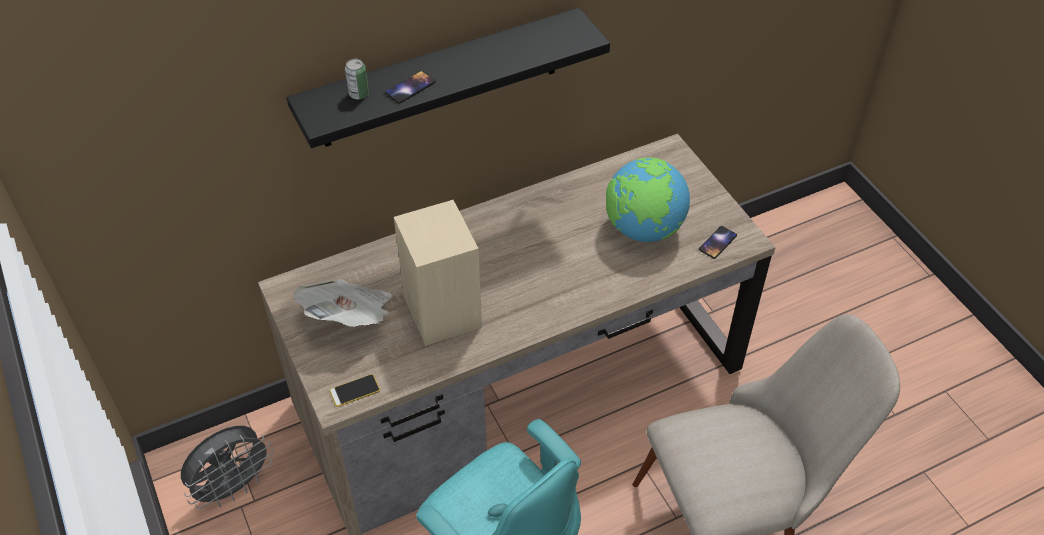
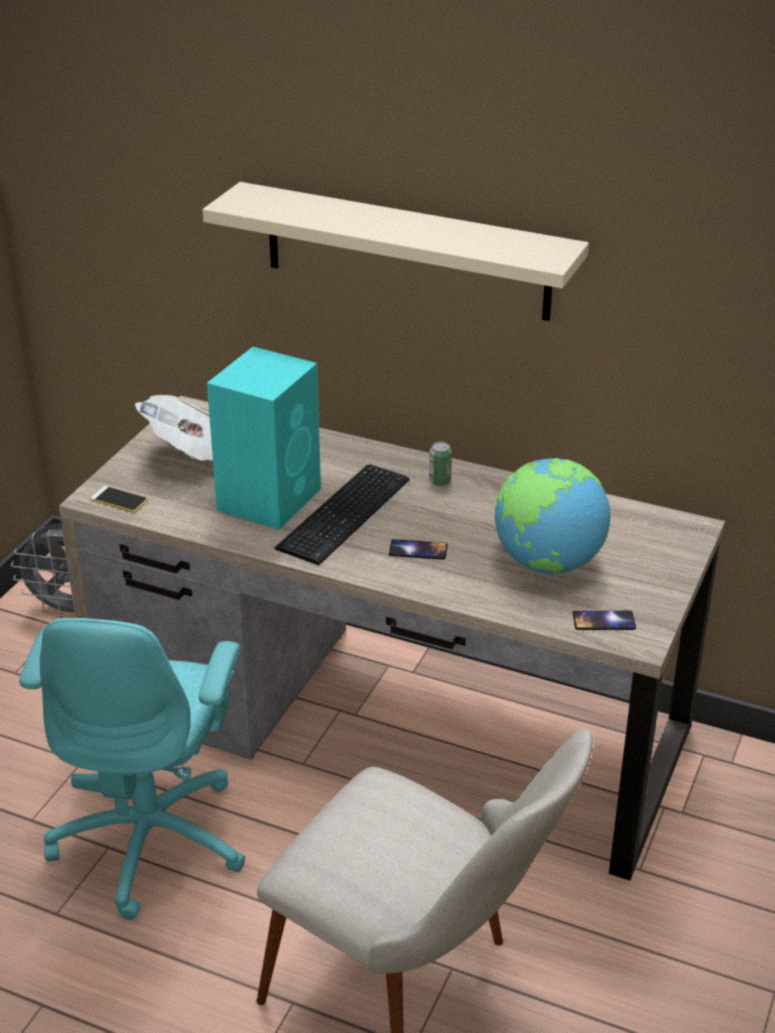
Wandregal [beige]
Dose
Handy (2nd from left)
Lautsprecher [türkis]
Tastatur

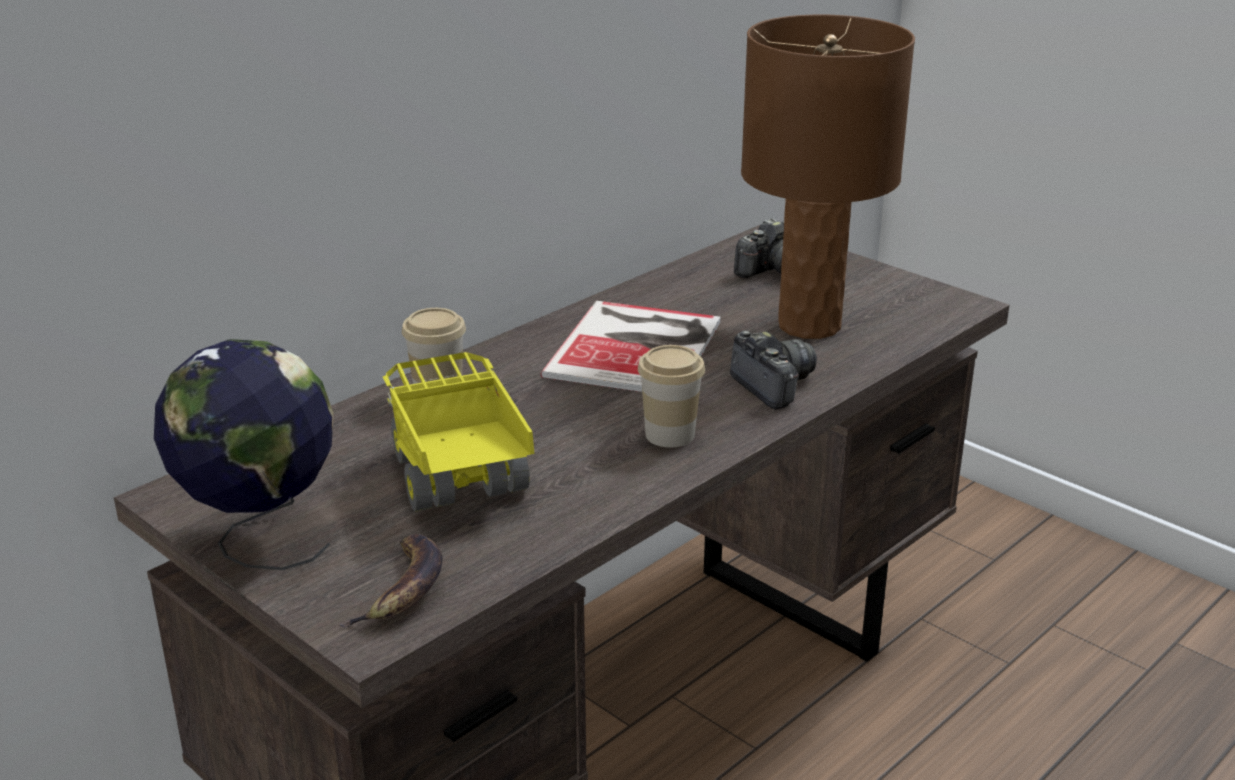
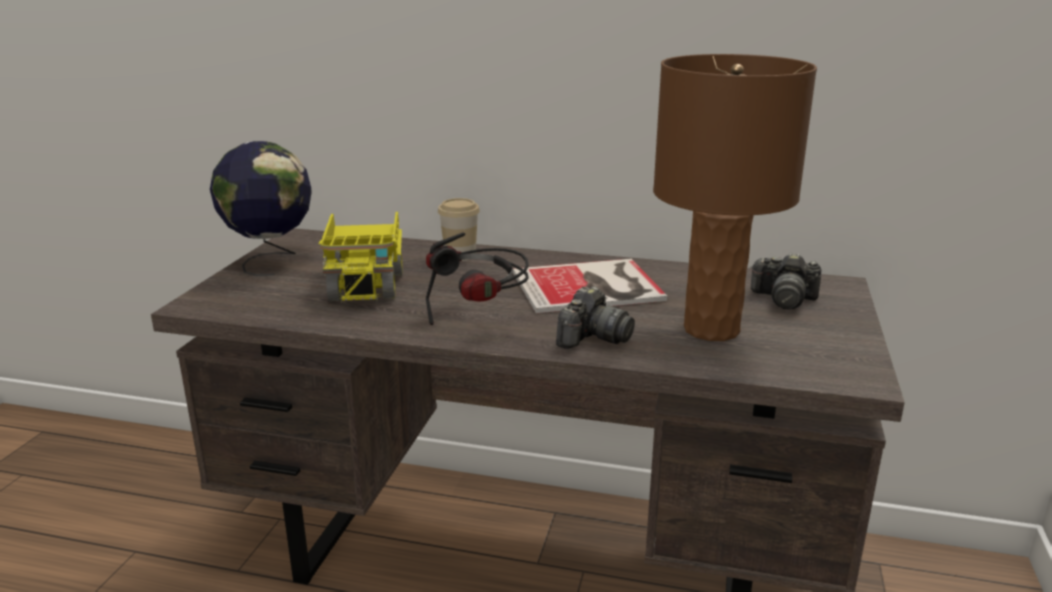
Kopfhörer
Spielzeuglaster
Banane

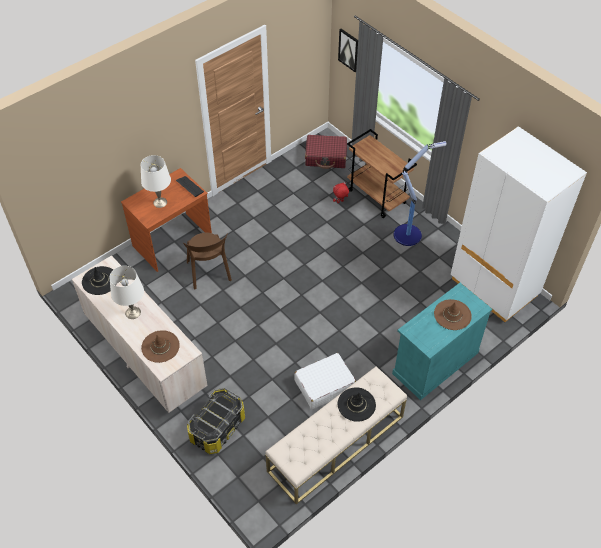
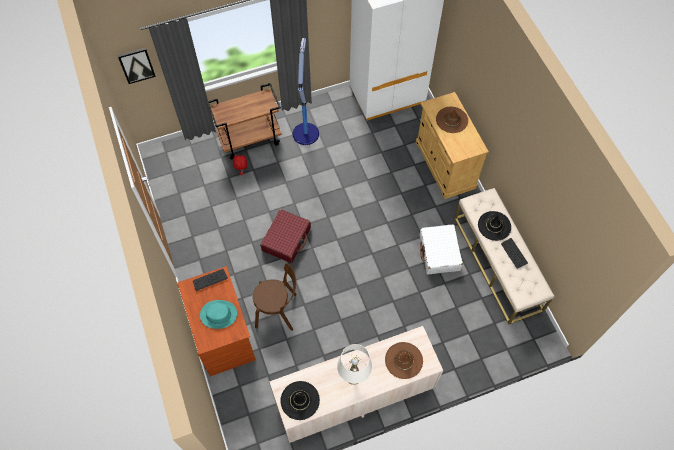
Koffer [rot]
Hut [türkis]
Schrank [beige]
Aufbewahrungsbox
Tastatur (2nd from left)

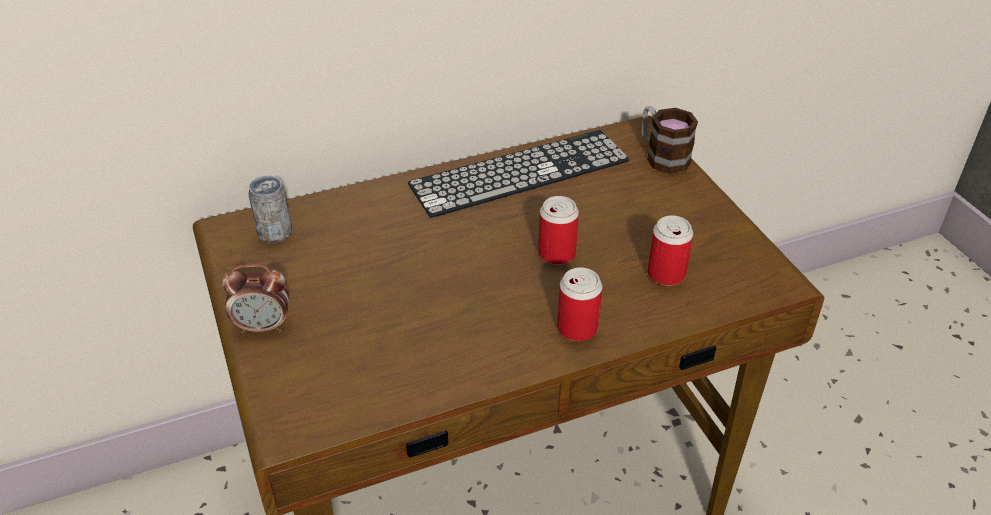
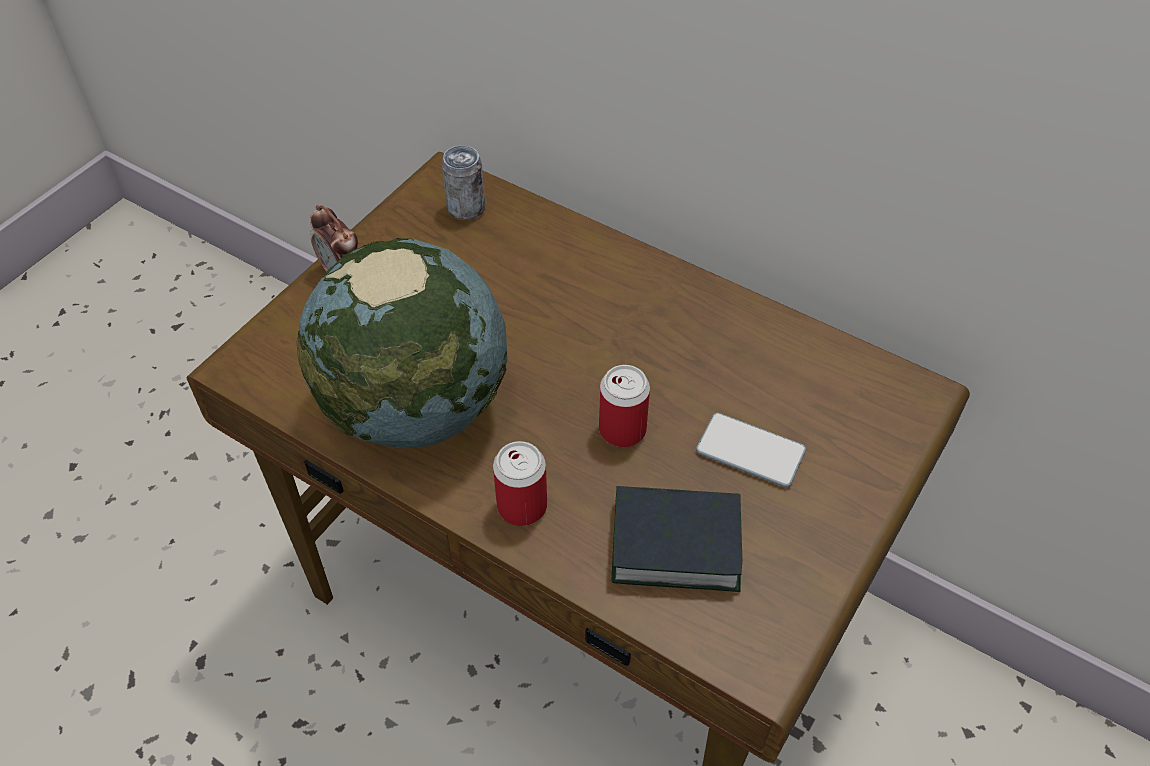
Henkelbecher
Tastatur
Buch
Globus
Handy

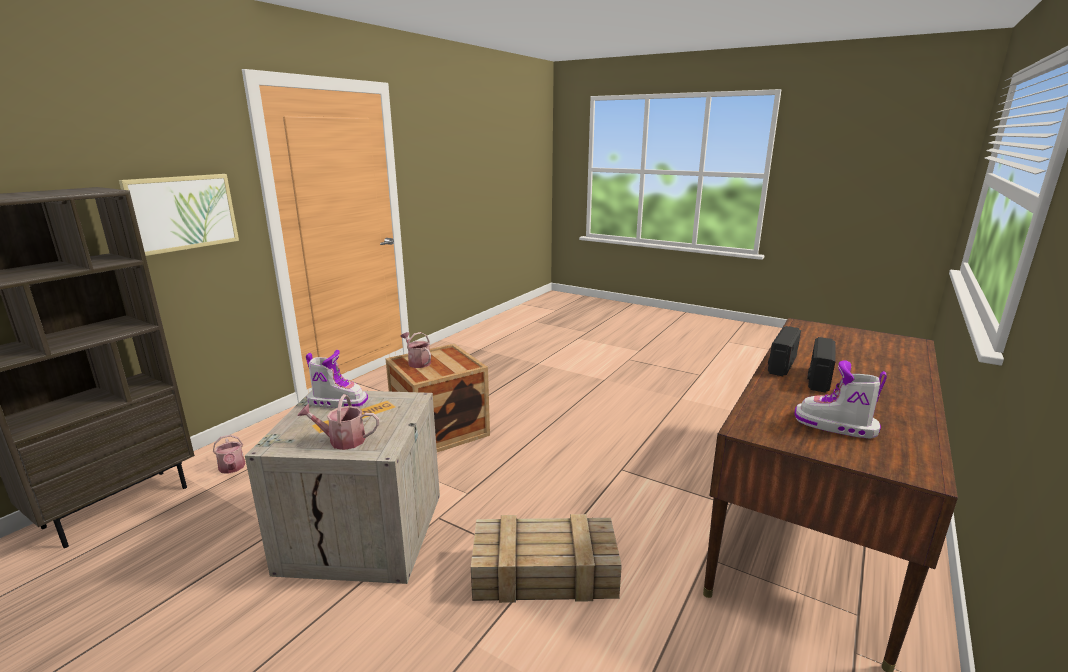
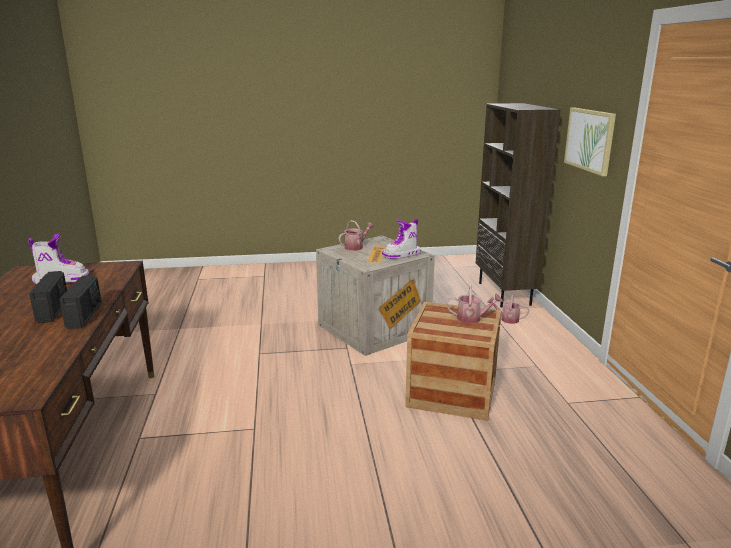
Kiste (3rd from left in the first image)

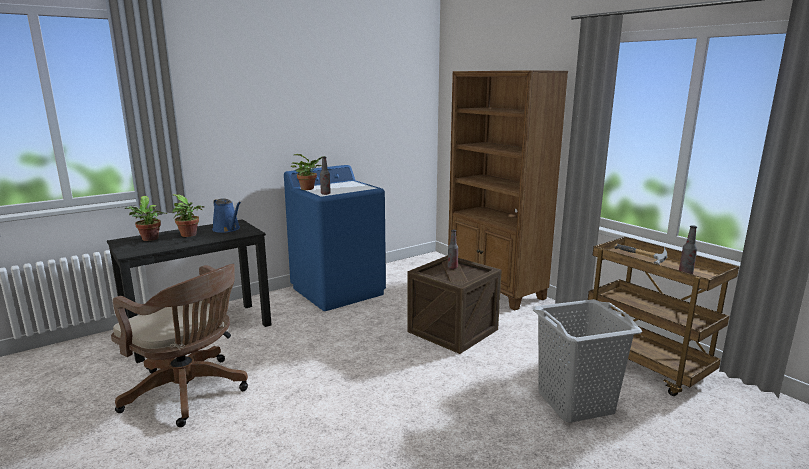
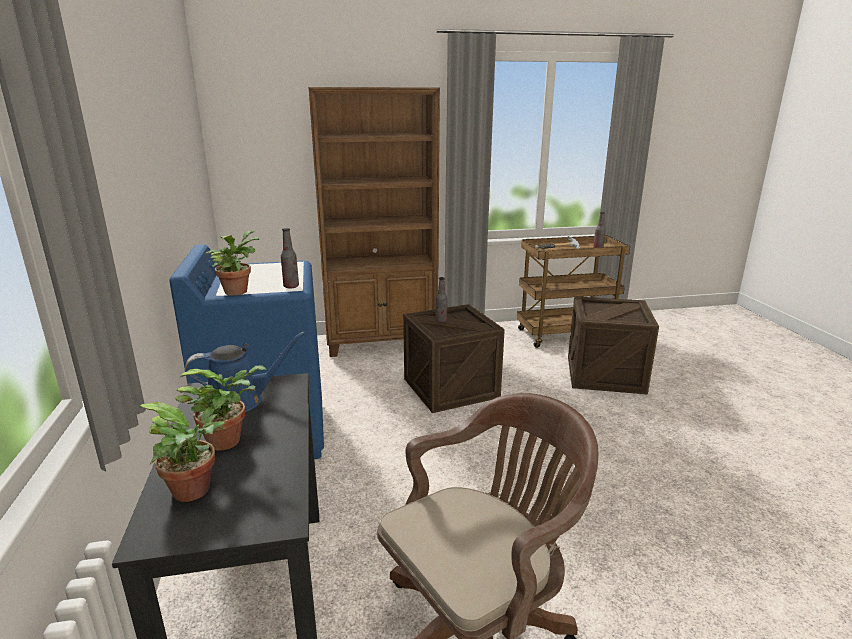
Kiste (2nd from left)

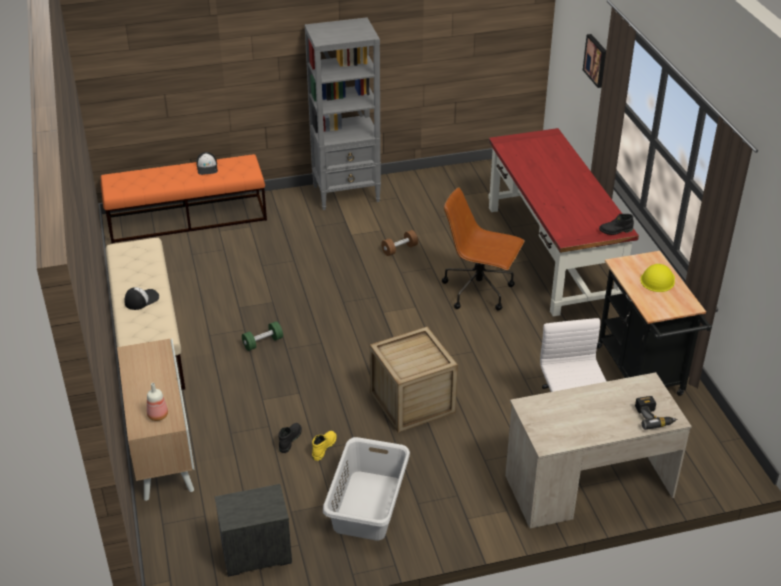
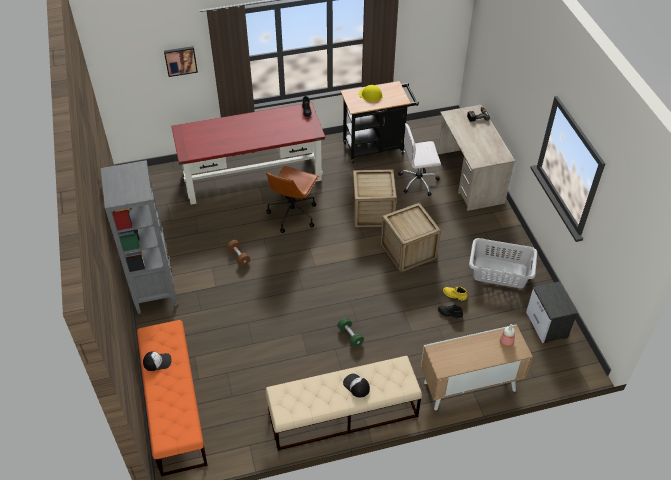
Kiste (1st from left)

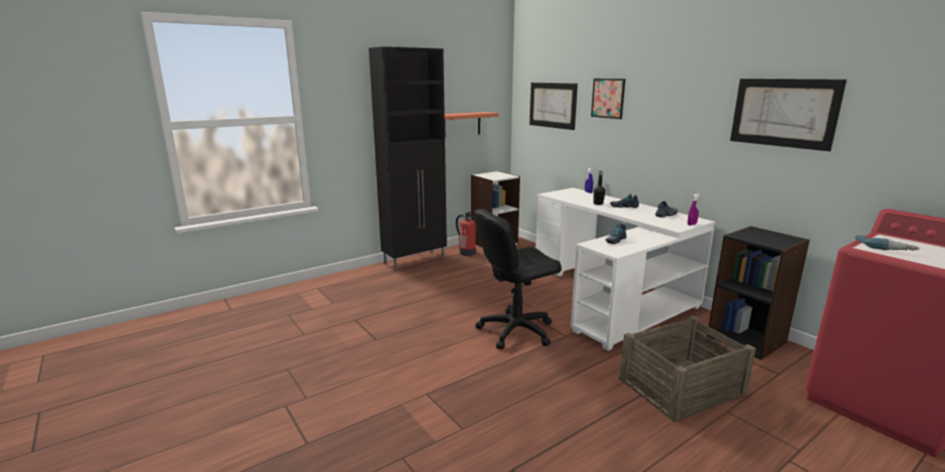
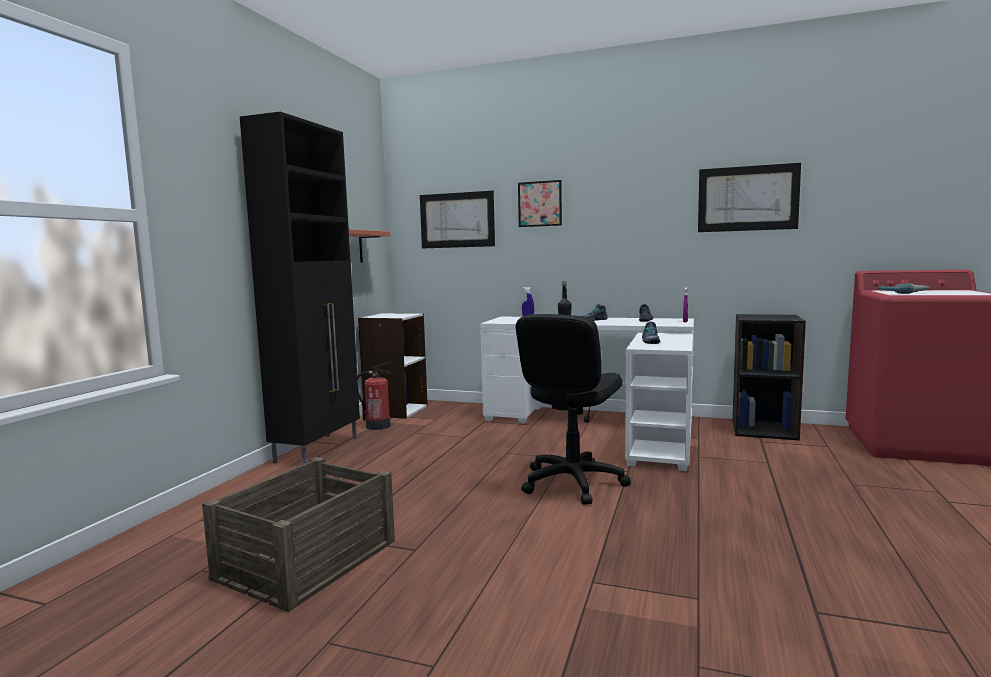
Kiste

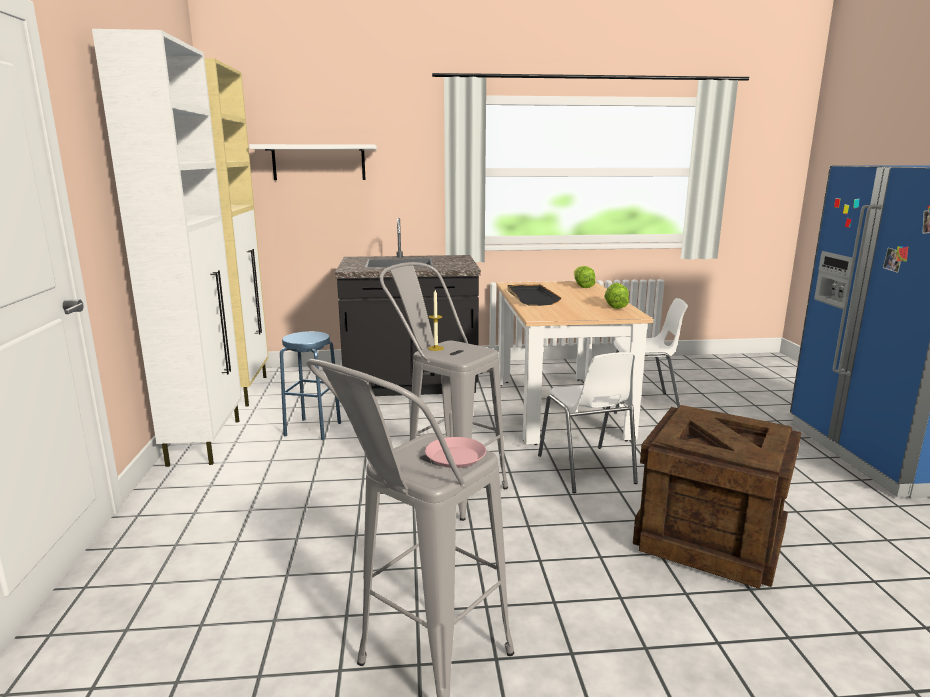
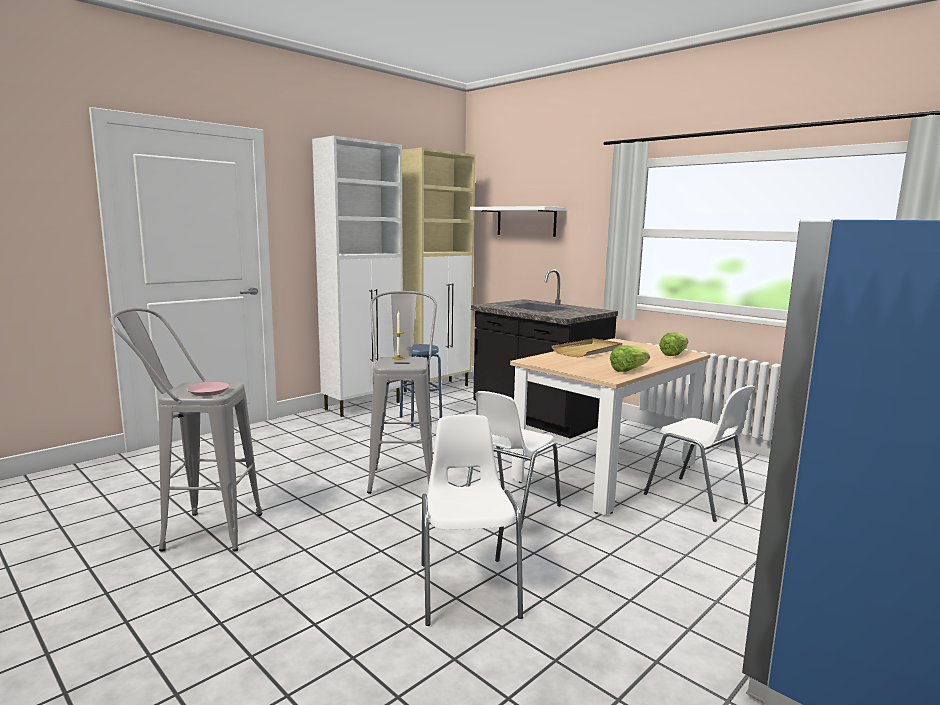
Tablett [beige]
Stuhl [weiß] (1st from left)

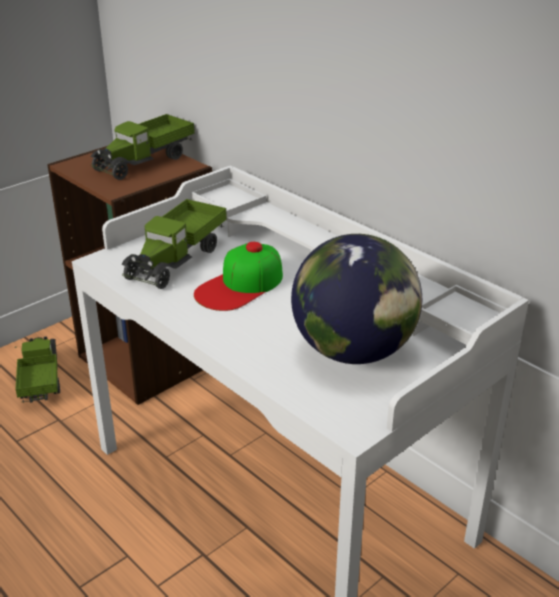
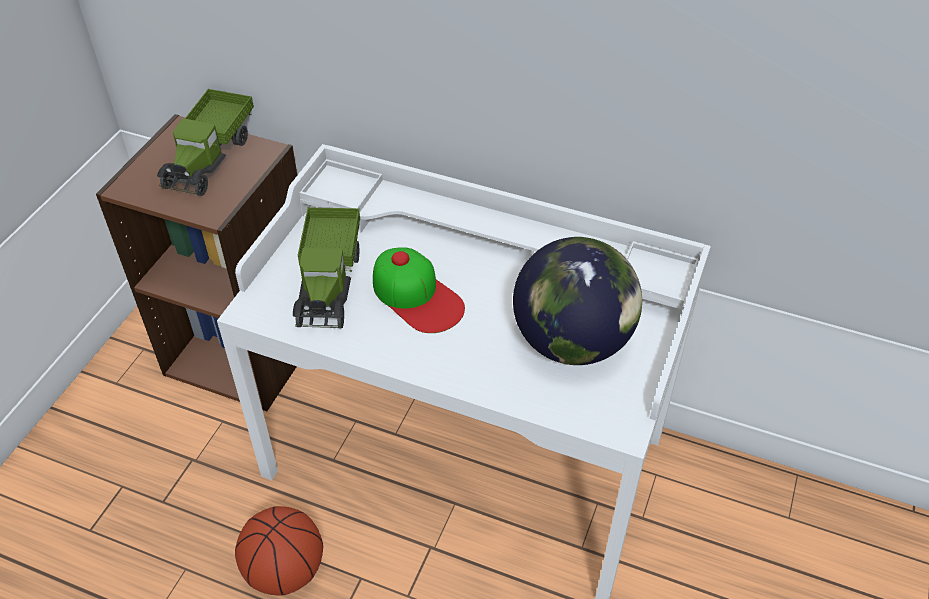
Kappe
Spielzeuglaster (1st from left in the first image)
Basketball

